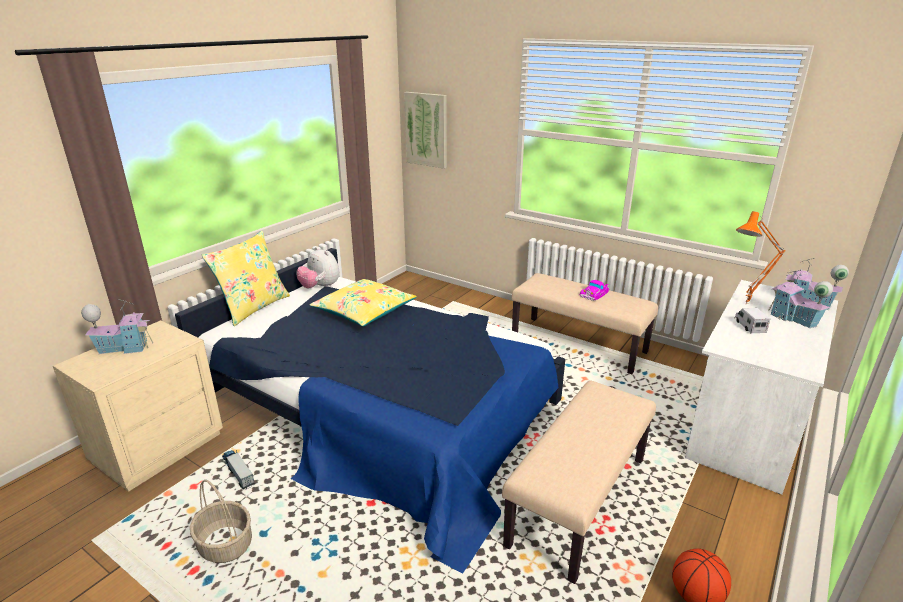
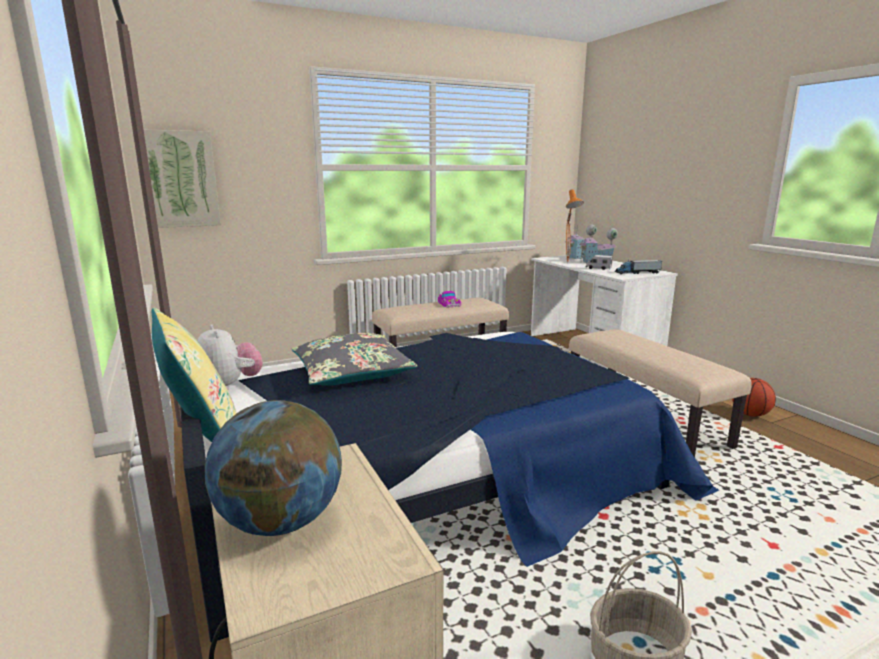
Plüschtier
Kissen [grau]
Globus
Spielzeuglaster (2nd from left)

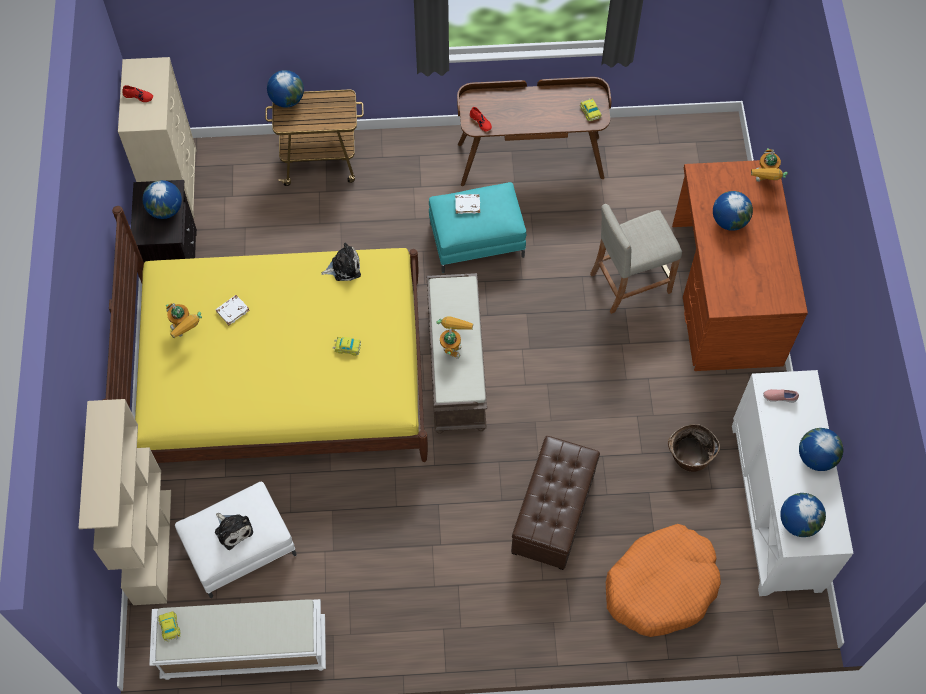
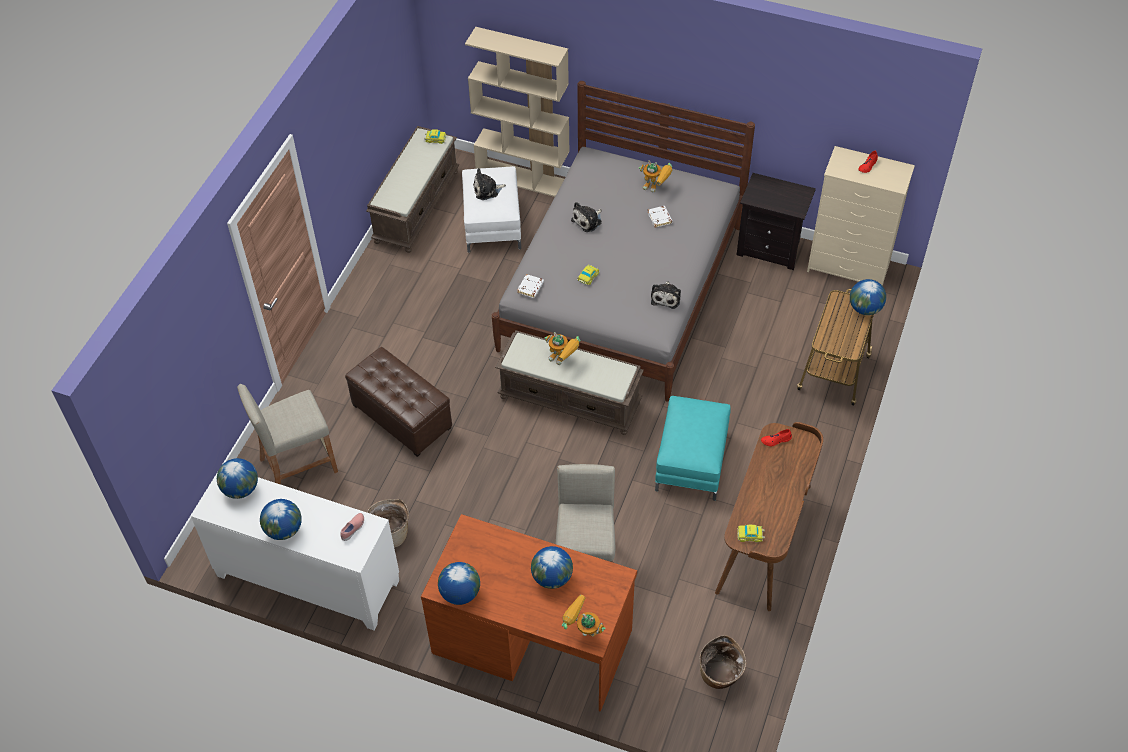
Globus (3rd from left)
Buch [weiß] (1st from left)
Bett [grau]
Spielzeugroboter (3rd from left)
Hocker [beige] (1st from left)
Bank [braun] (1st from left)
Plüschtier (2nd from left)
Korb (2nd from left)

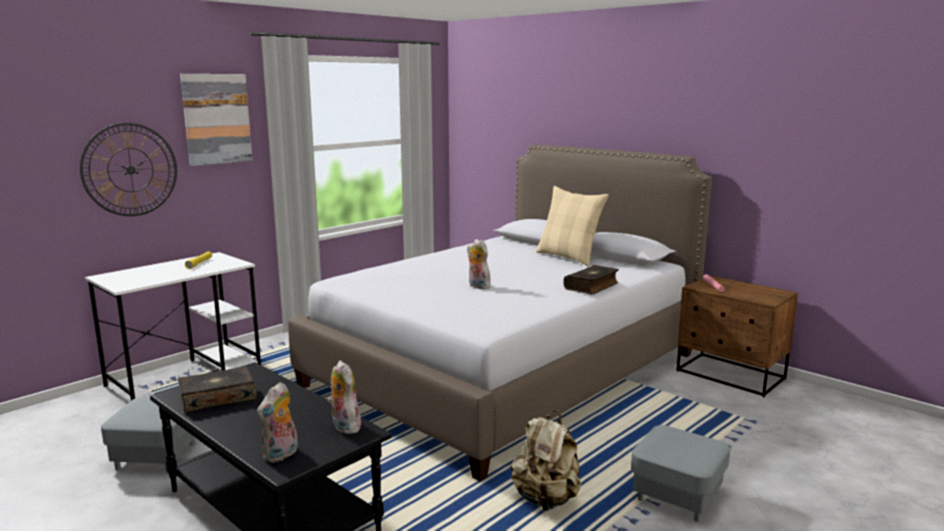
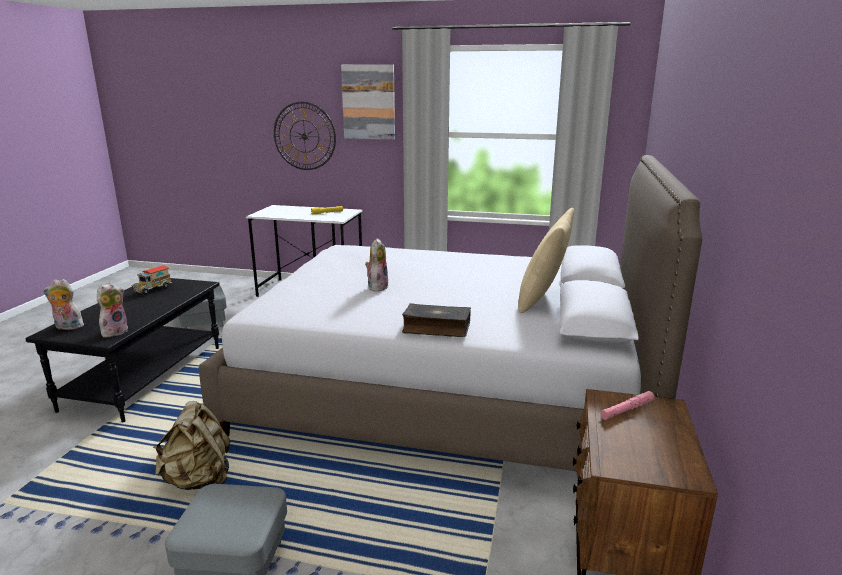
Spielzeuglaster

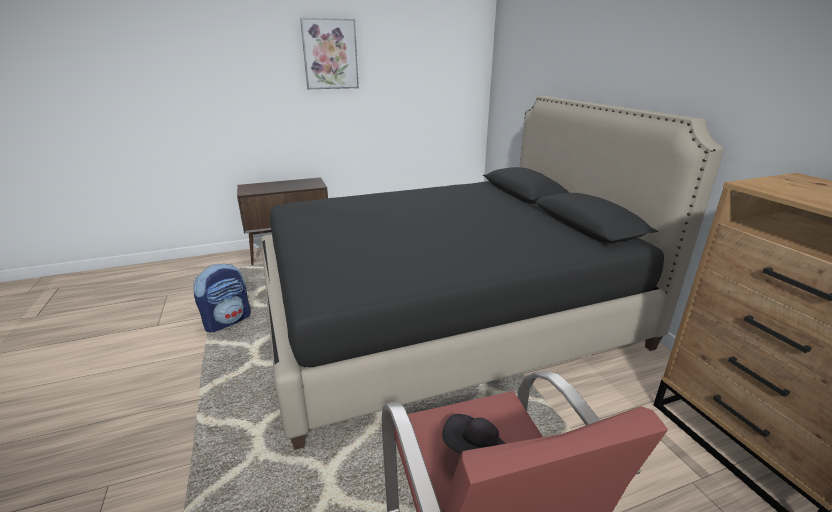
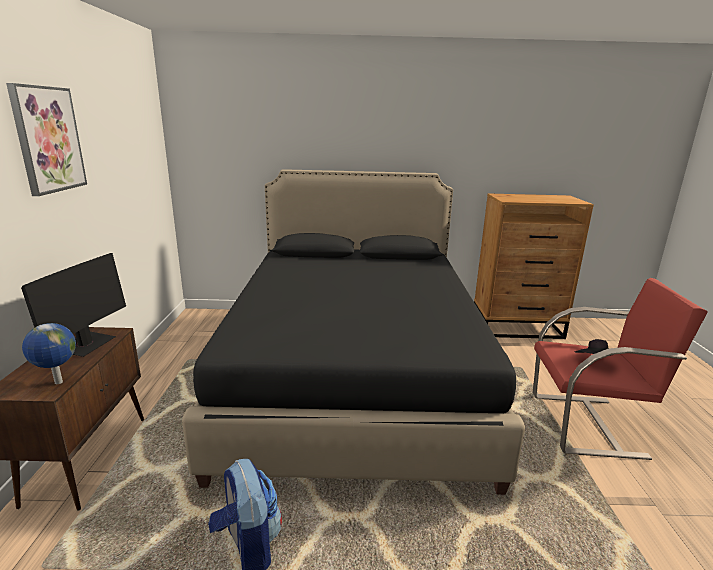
Monitor
Globus

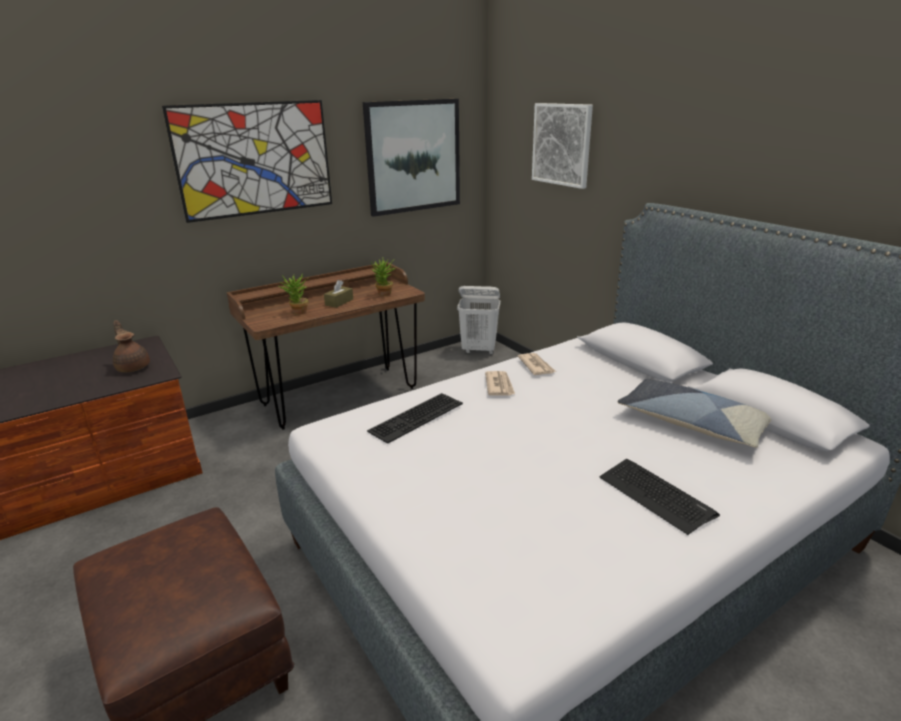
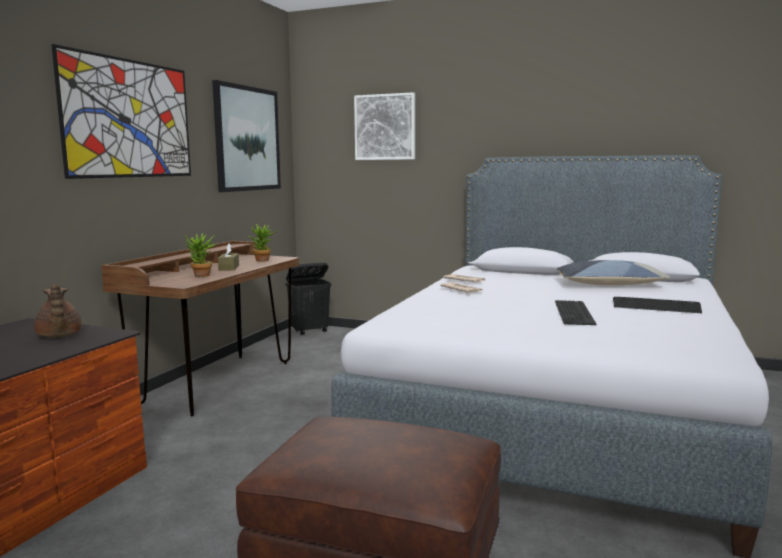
Wäschekorb [schwarz]
Teekanne [braun]
Tastatur (1st from left)

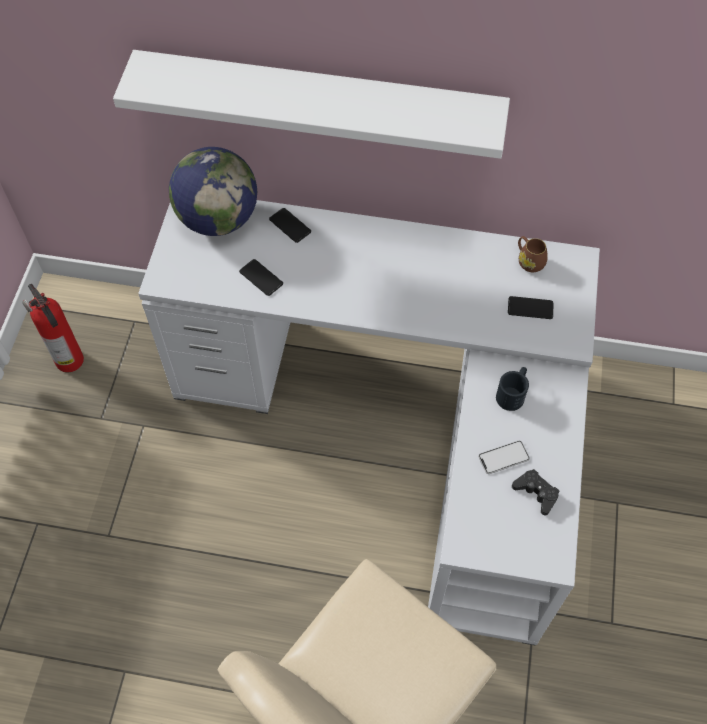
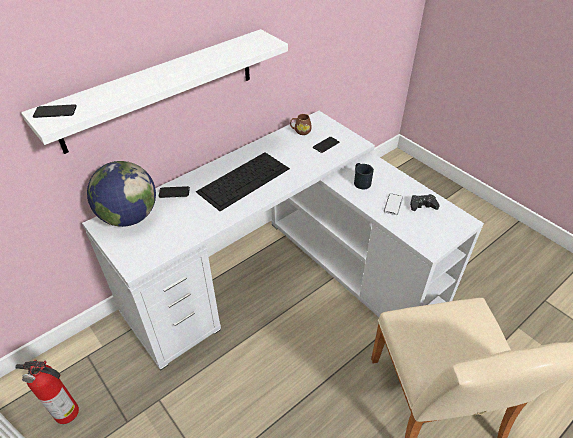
Handy (1st from left)
Tastatur

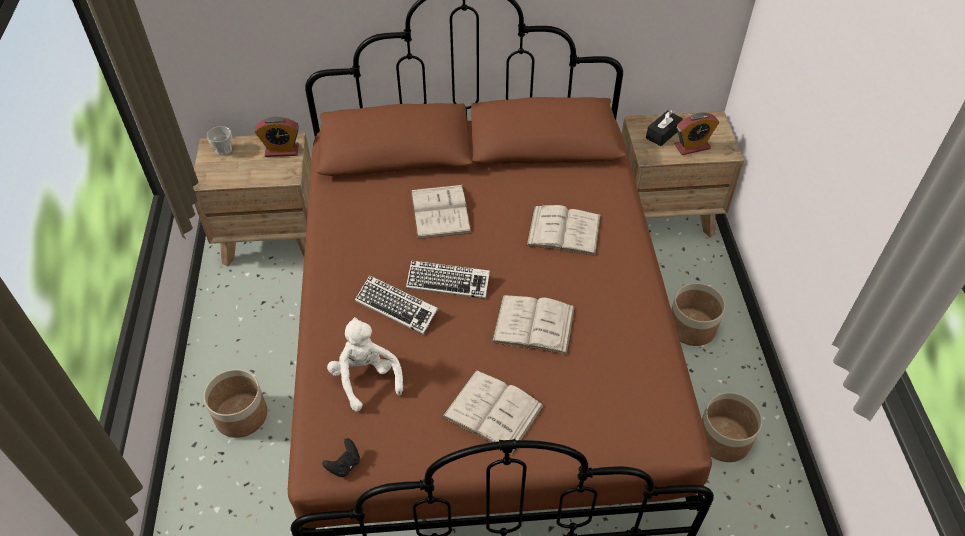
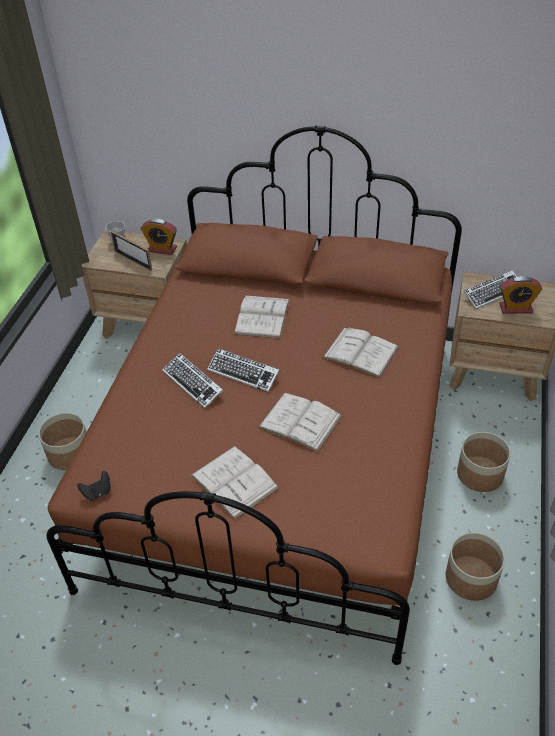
Tastatur (3rd from left)
Plüschtier [weiß]
Bilderrahmen

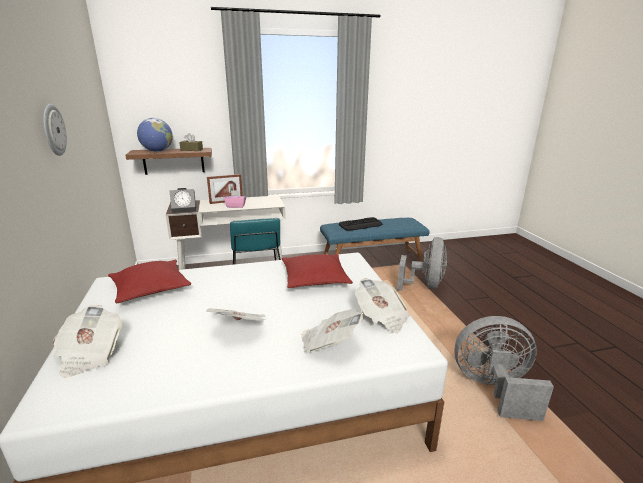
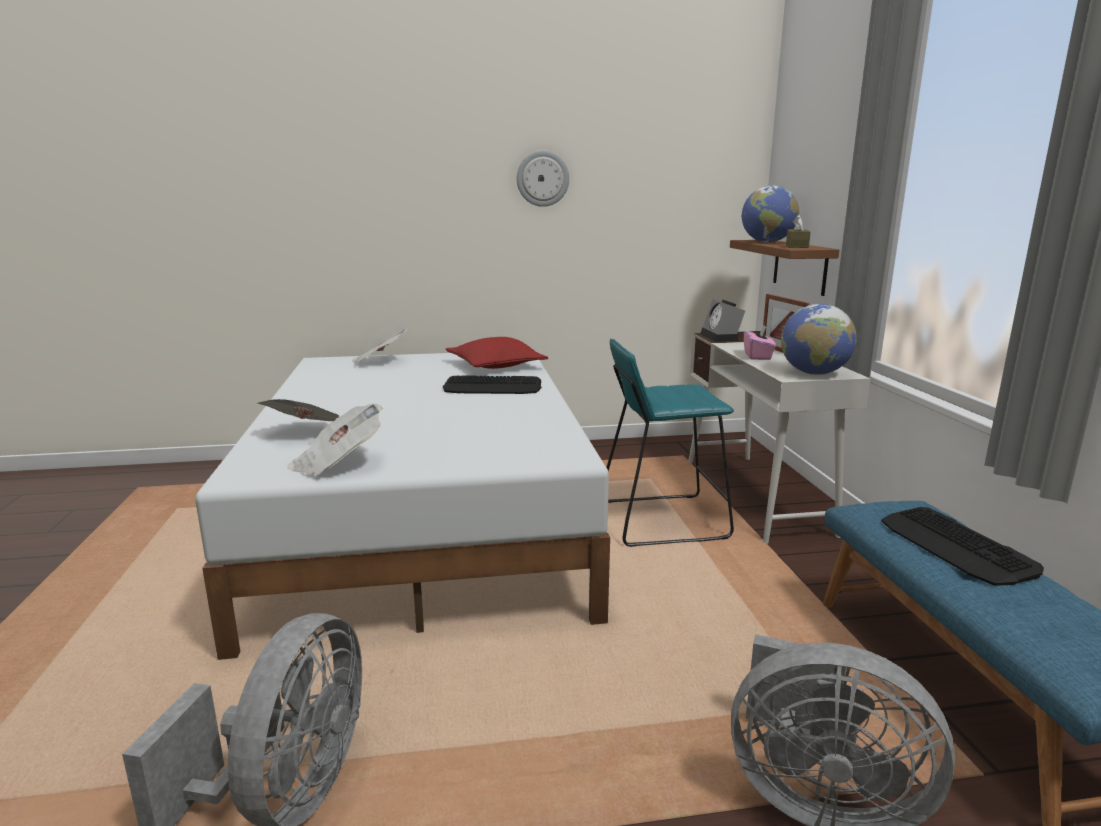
Kissen [rot] (2nd from left in the first image)
Zeitung (2nd from left in the first image)
Globus (2nd from left)
Tastatur (1st from left)

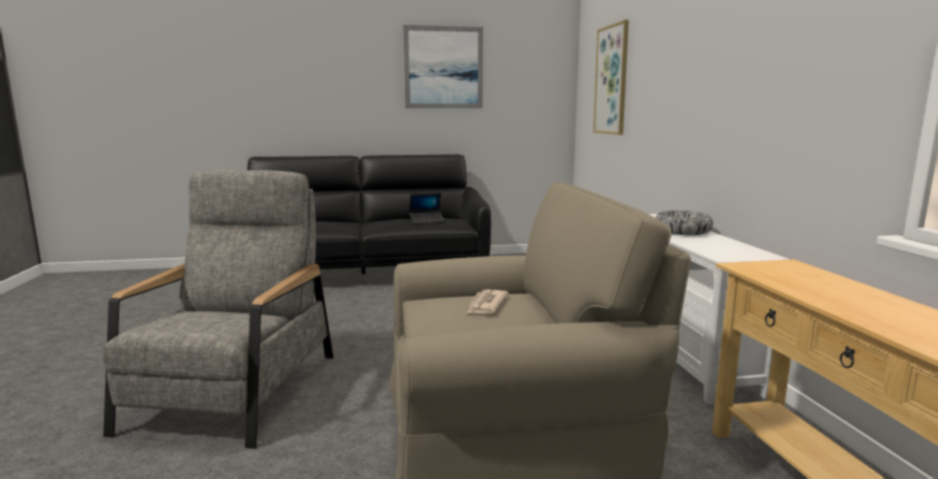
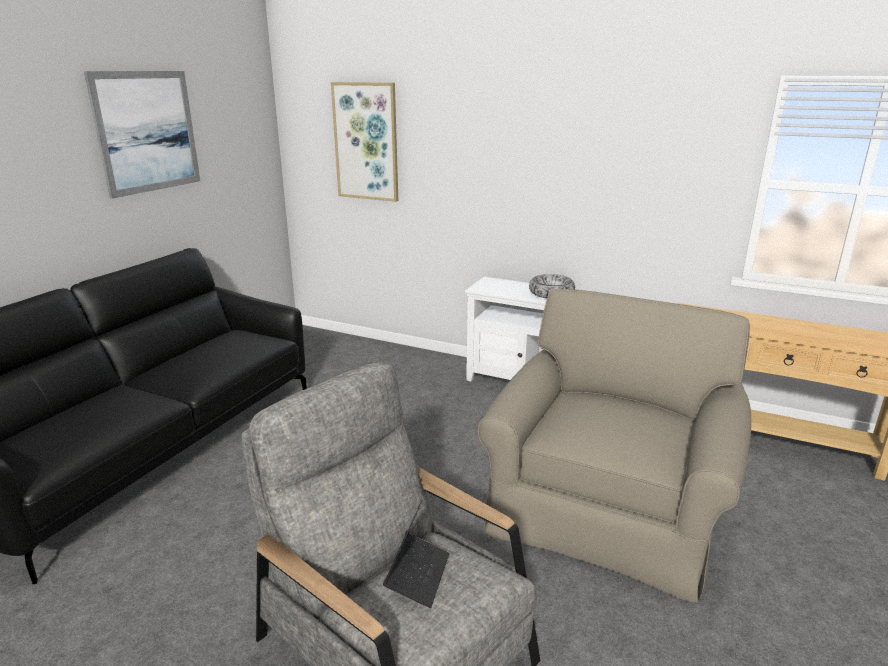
Laptop
Zeitung

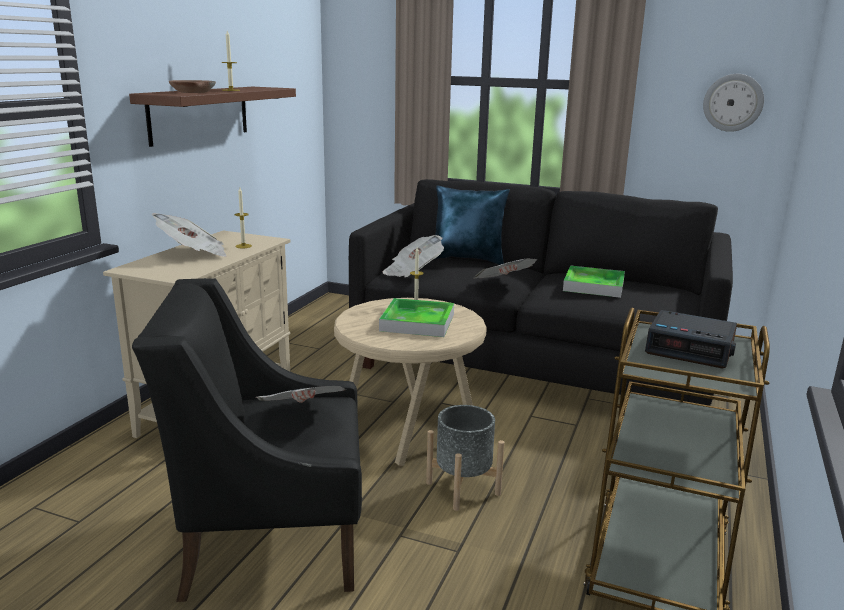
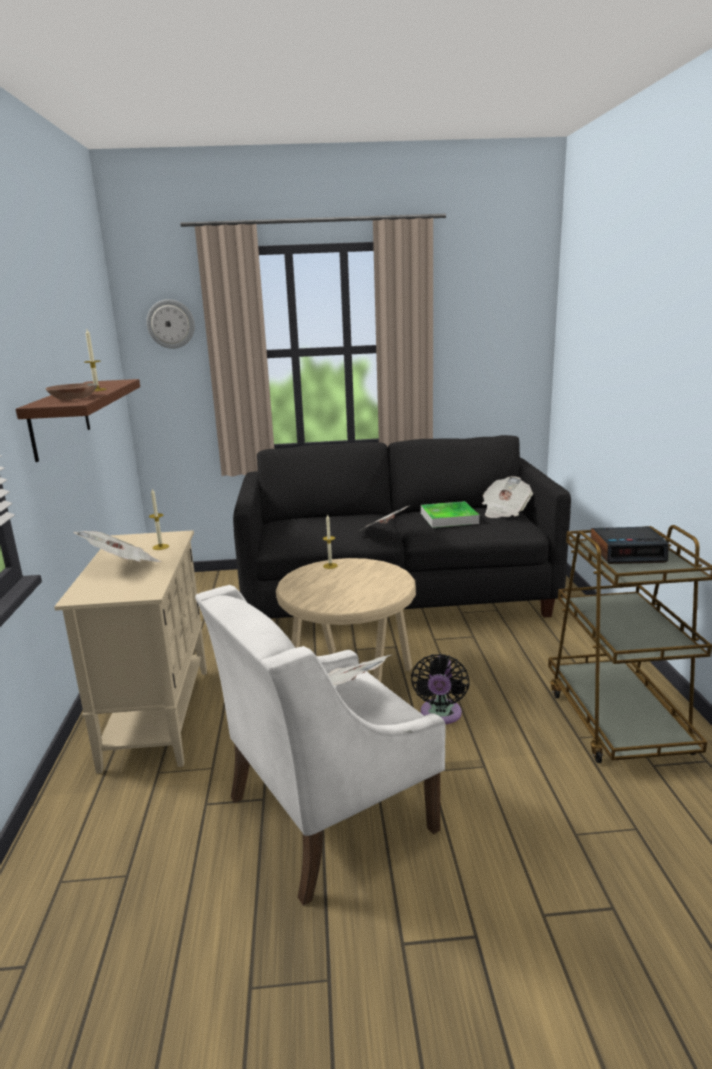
Wanduhr
Kissen [blau]
Zeitung (4th from left)
Sessel [weiß]
Tablett (1st from left in the first image)
Ventilator [schwarz]

